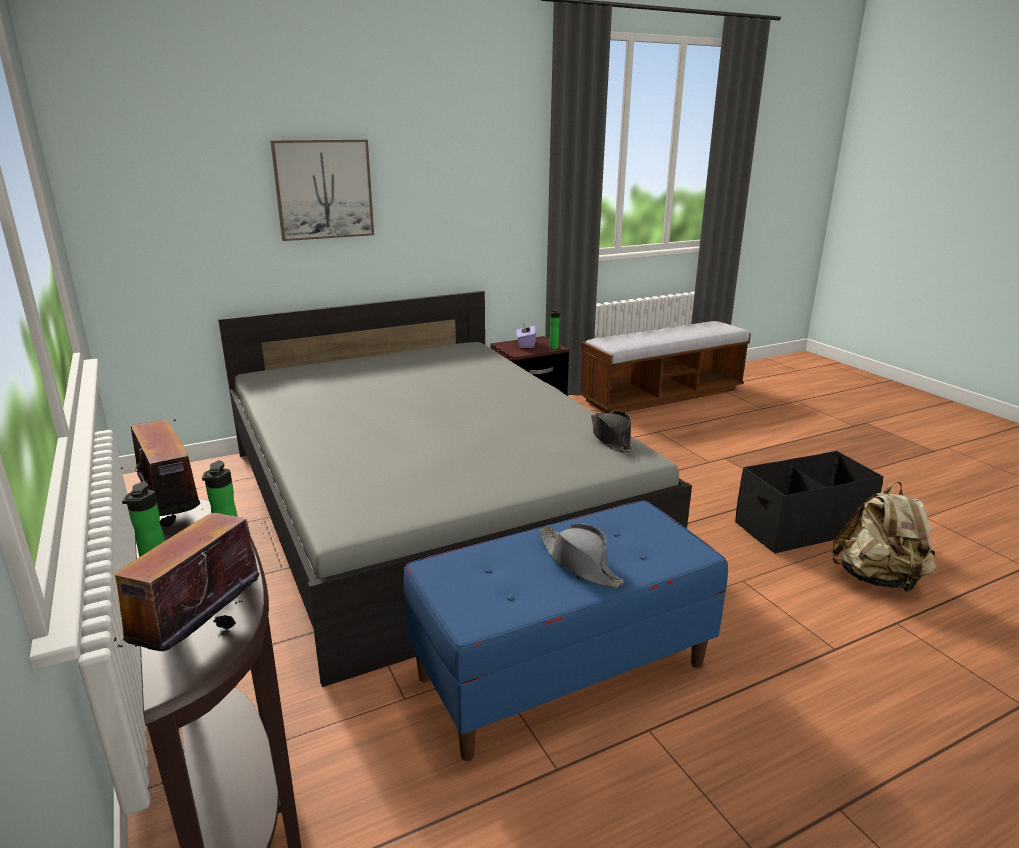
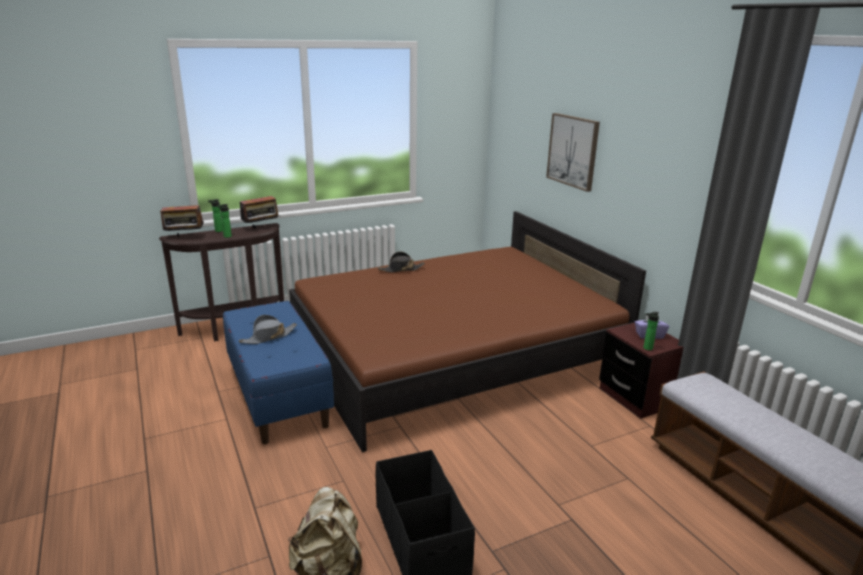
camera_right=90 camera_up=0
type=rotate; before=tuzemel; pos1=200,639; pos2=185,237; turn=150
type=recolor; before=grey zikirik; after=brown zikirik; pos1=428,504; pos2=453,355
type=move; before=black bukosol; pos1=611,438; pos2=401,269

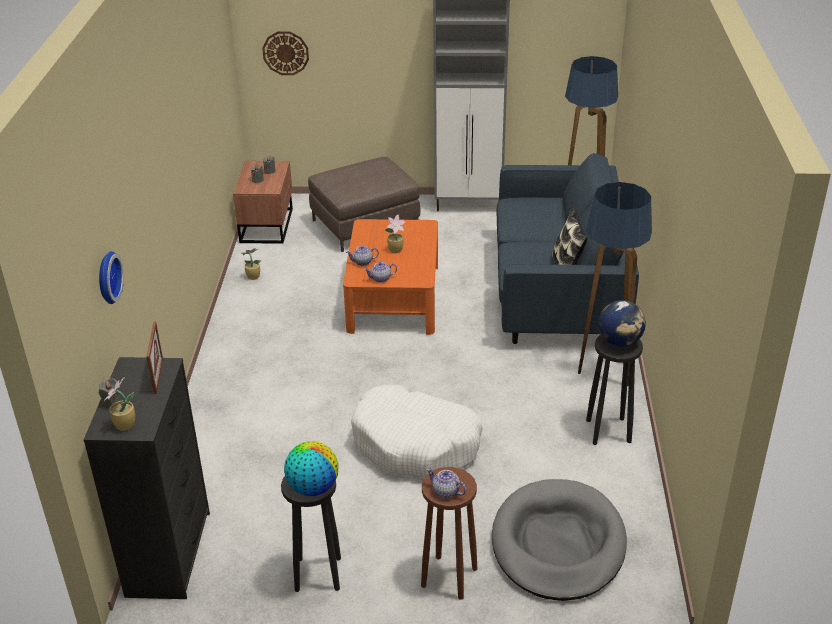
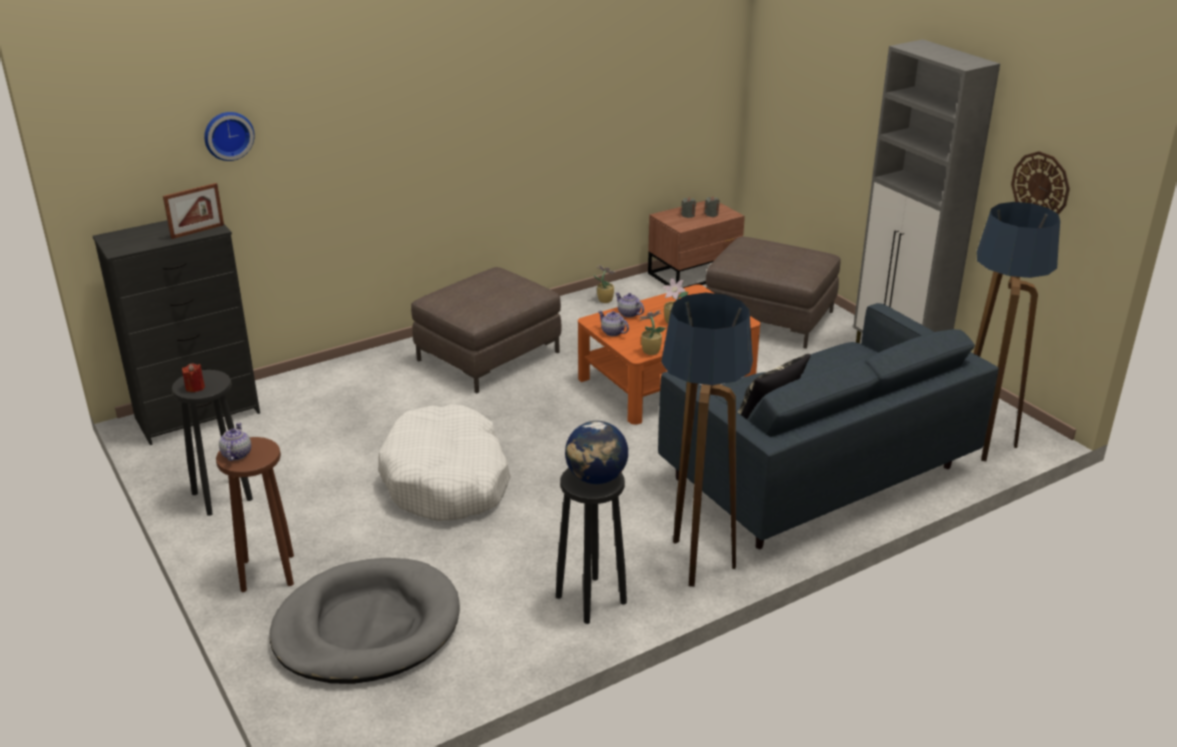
camera_right=55 camera_up=-5
type=delete; before=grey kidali; pos1=112,402
type=move; before=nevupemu; pos1=124,425; pos2=650,351
type=move; before=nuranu; pos1=285,53; pos2=1040,186
type=replace; before=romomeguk; after=red kidali; pos1=313,487; pos2=195,387
type=insert; after=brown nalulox; pos2=488,356

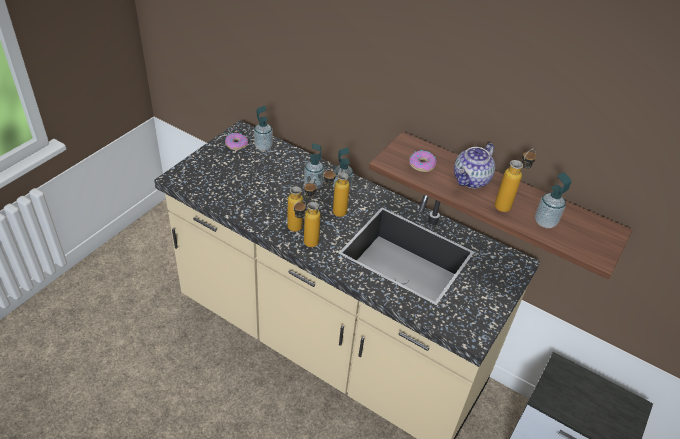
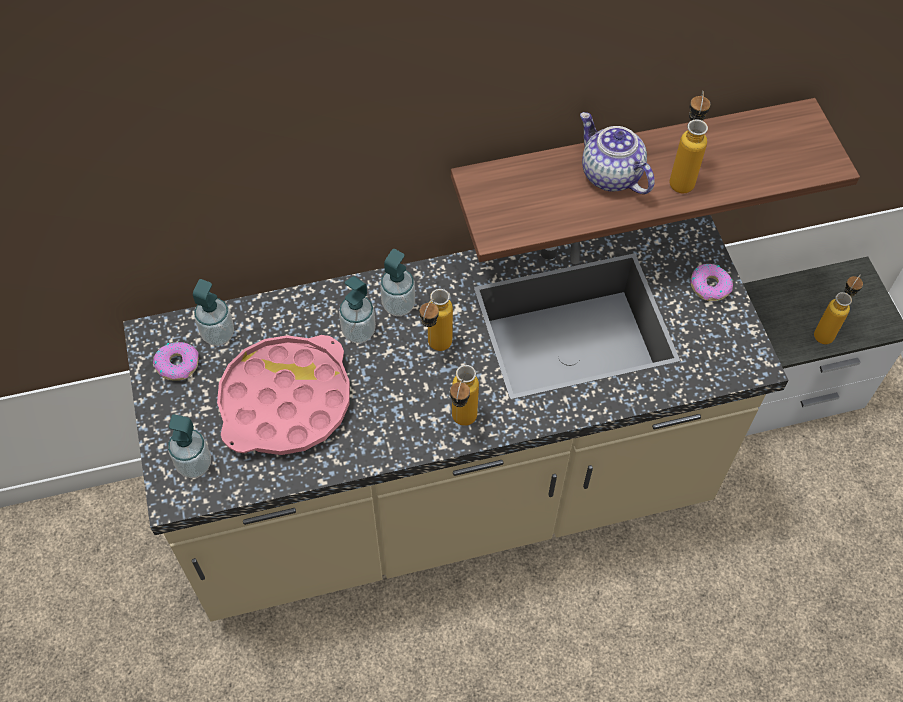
camera_right=-45 camera_up=15
type=move; before=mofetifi; pos1=301,227; pos2=827,331
type=move; before=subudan; pos1=422,165; pos2=709,286
type=rotate; before=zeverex; pos1=471,180; pos2=610,175; turn=150
type=move; before=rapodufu; pos1=545,222; pos2=194,464
type=insert; after=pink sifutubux; pos2=285,401

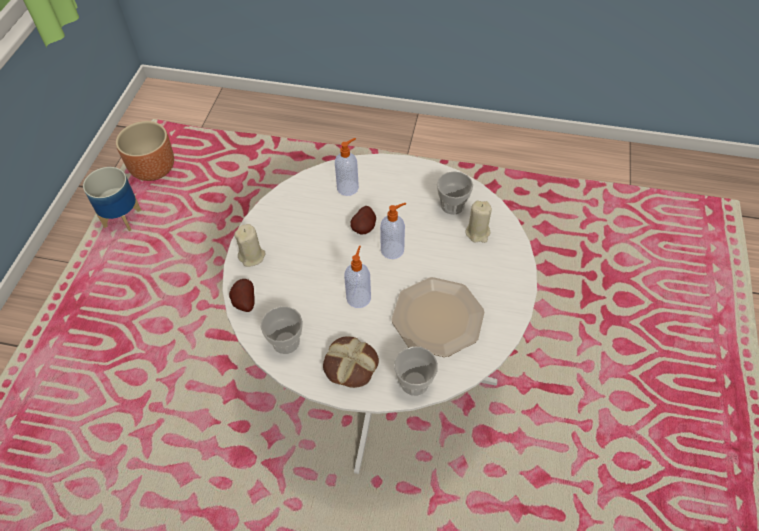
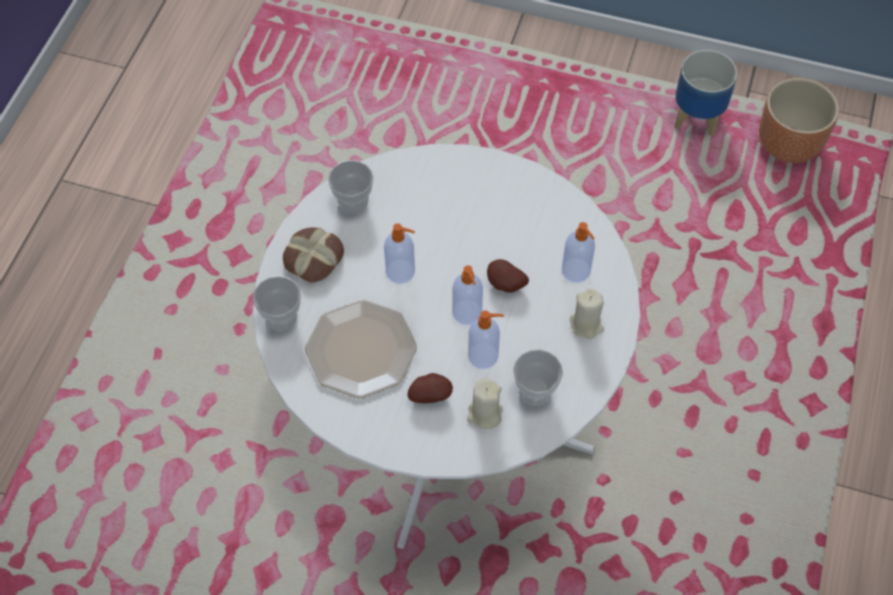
camera_right=95 camera_up=5
type=move; before=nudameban; pos1=243,302; pos2=430,394
type=move; before=beige kidali; pos1=252,256; pos2=586,325
type=insert; after=rapodufu; pos2=484,356

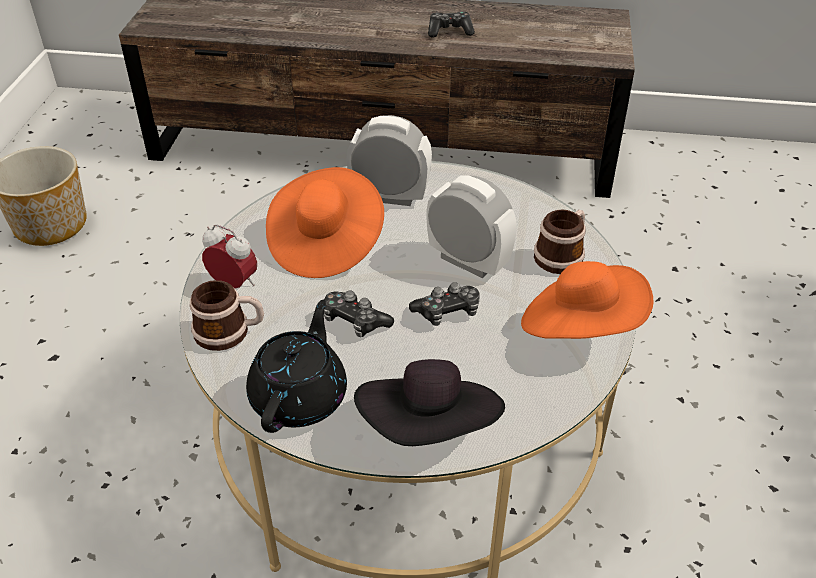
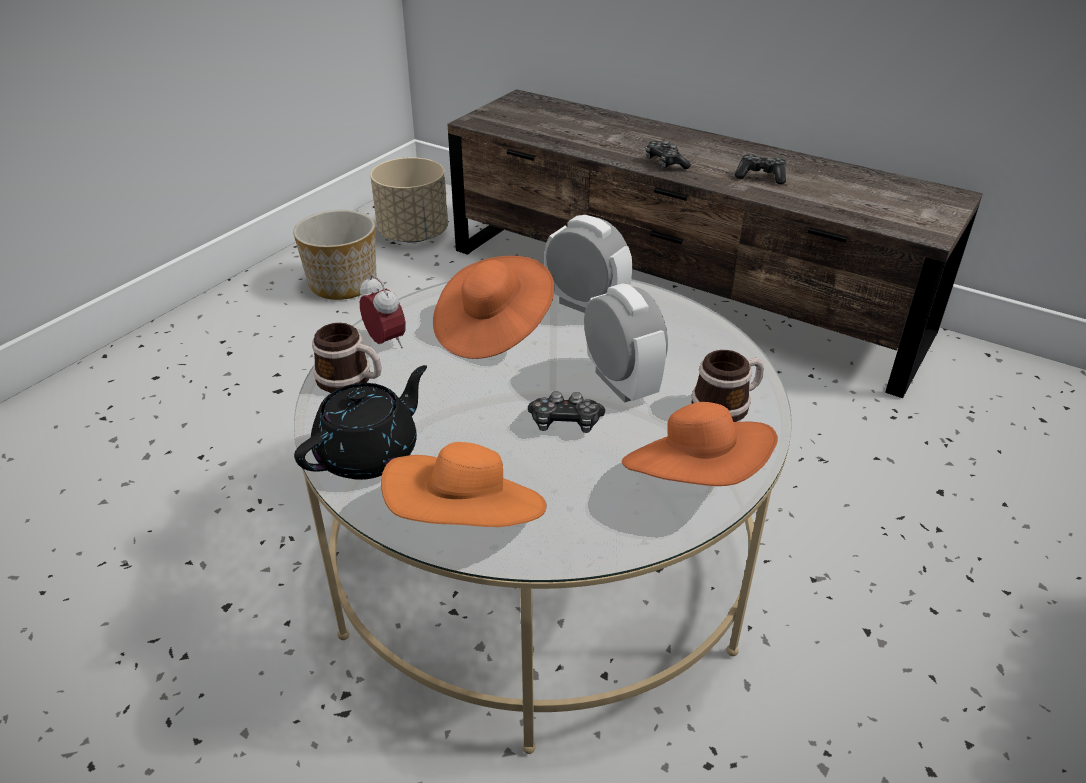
camera_right=25 camera_up=-5
type=move; before=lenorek; pos1=355,321; pos2=665,163
type=recolor; before=black bukosol; after=orange bukosol; pos1=430,428; pos2=467,522
type=insert; after=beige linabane; pos2=414,235

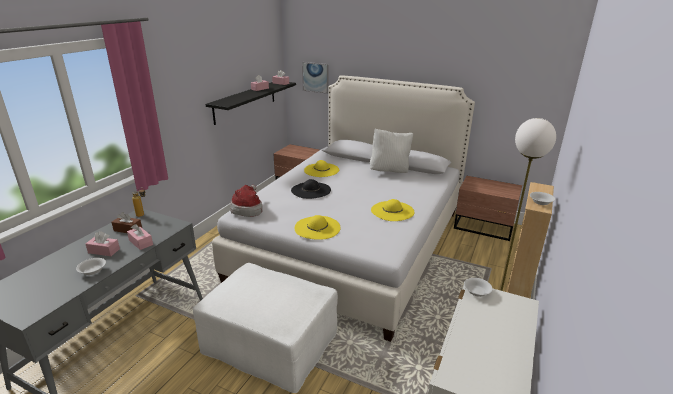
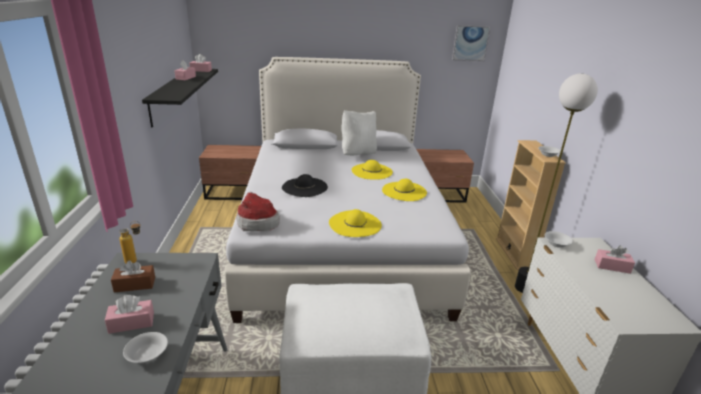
camera_right=-30 camera_up=0
type=move; before=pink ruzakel; pos1=141,242; pos2=612,266
type=move; before=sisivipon; pos1=315,77; pos2=470,43
type=move; before=yellow bukosol; pos1=321,170; pos2=372,171

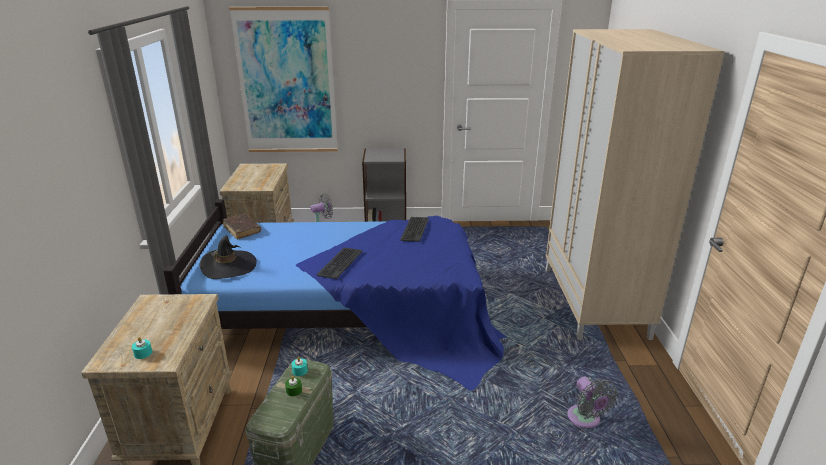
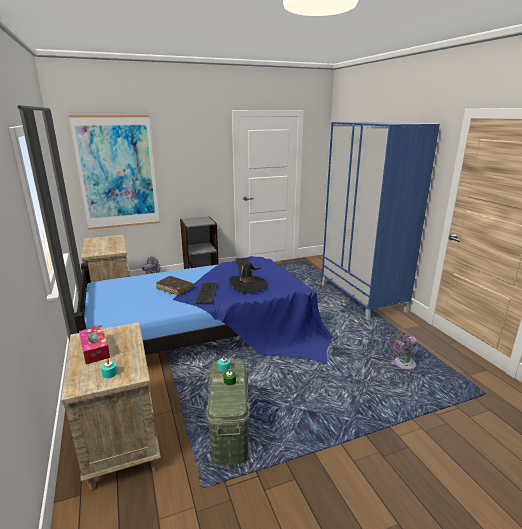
camera_right=-20 camera_up=-5
type=move; before=black bukosol; pos1=229,266; pos2=248,285
type=move; before=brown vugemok; pos1=242,230; pos2=174,288
type=recolor; before=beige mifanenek; after=blue mifanenek; pos1=594,302; pos2=362,298
type=rotate; before=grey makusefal; pos1=585,420; pos2=402,364; turn=105
type=insert; after=ruzakel; pos2=95,350

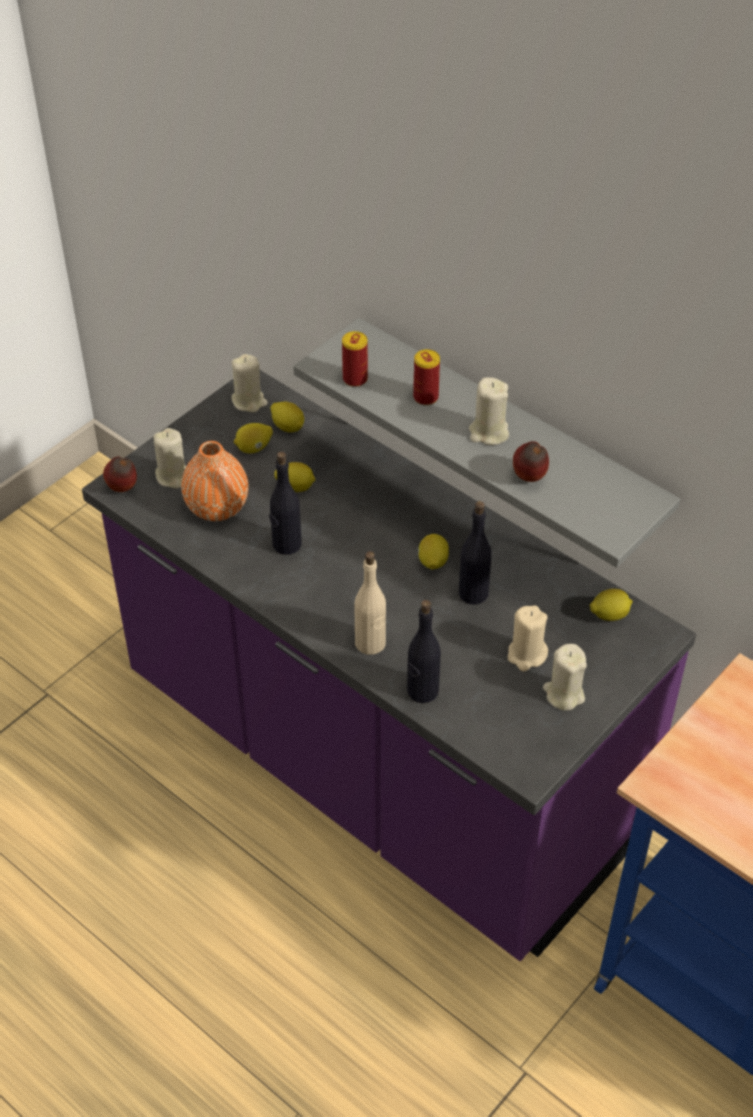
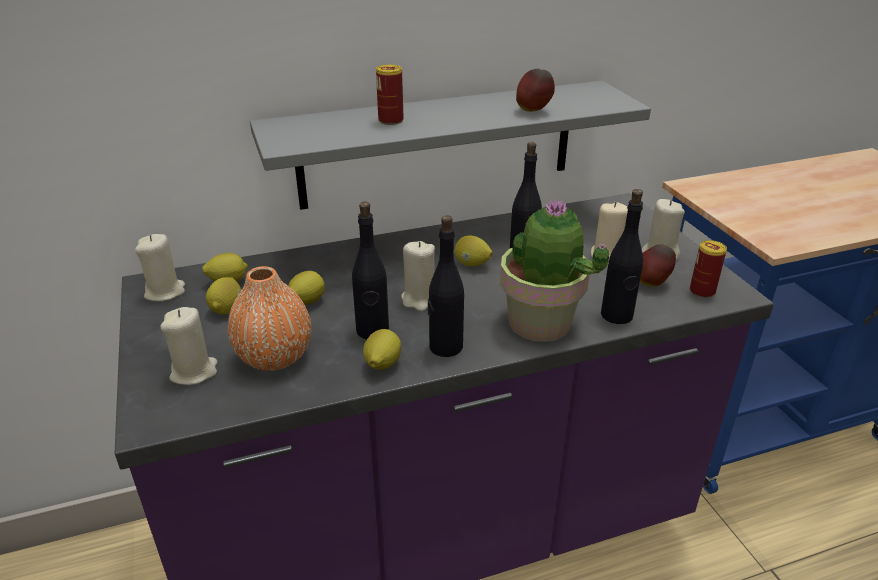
camera_right=-60 camera_up=-15
type=move; before=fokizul; pos1=123,489; pos2=652,284
type=move; before=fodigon; pos1=355,379; pos2=702,291
type=replace; before=beige mofetifi; after=nevupemu; pos1=370,643; pos2=540,324
type=move; before=beige kidali; pos1=488,432; pos2=420,299
type=move; before=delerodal; pos1=609,615; pos2=382,364
type=insert; after=black mofetifi; pos2=445,347

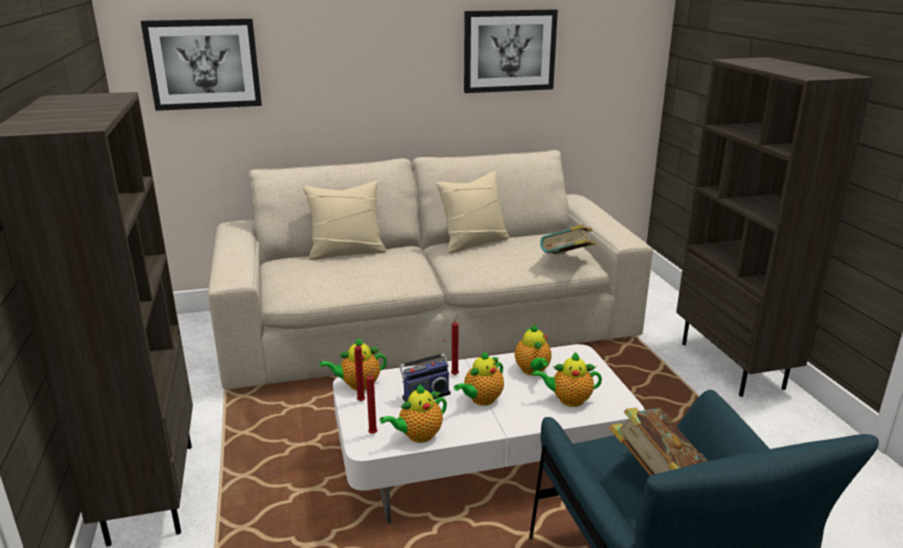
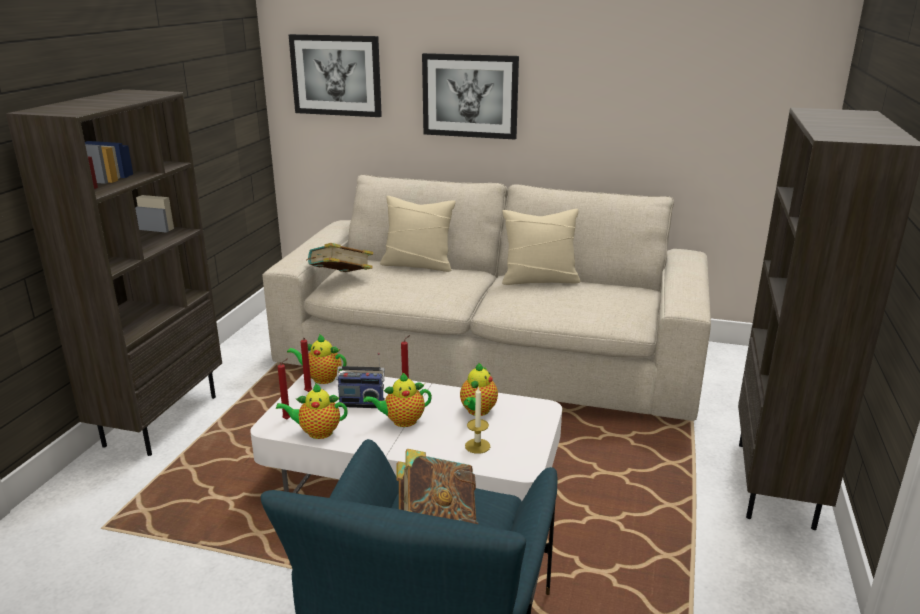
camera_right=30 camera_up=0
type=move; before=sisivipon; pos1=509,51; pos2=470,96
type=replace; before=zeverex; after=kidali; pos1=568,400; pos2=477,446
type=move; before=vugemok; pos1=566,261; pos2=340,279

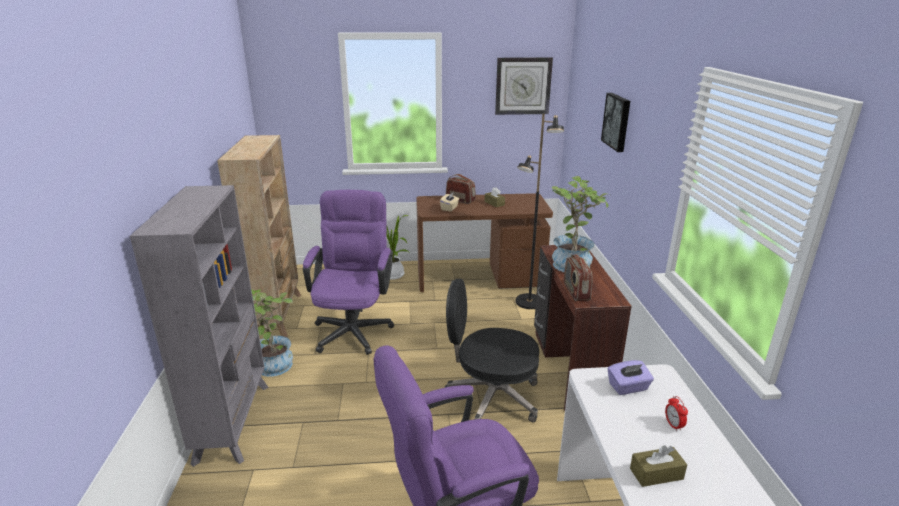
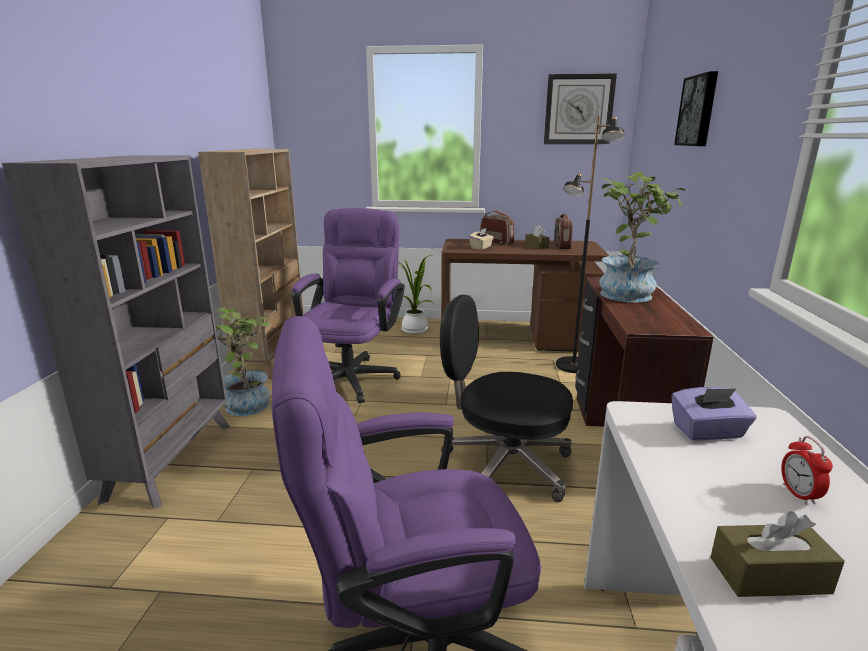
camera_right=10 camera_up=-5
type=move; before=tuzemel; pos1=575,292; pos2=561,246

